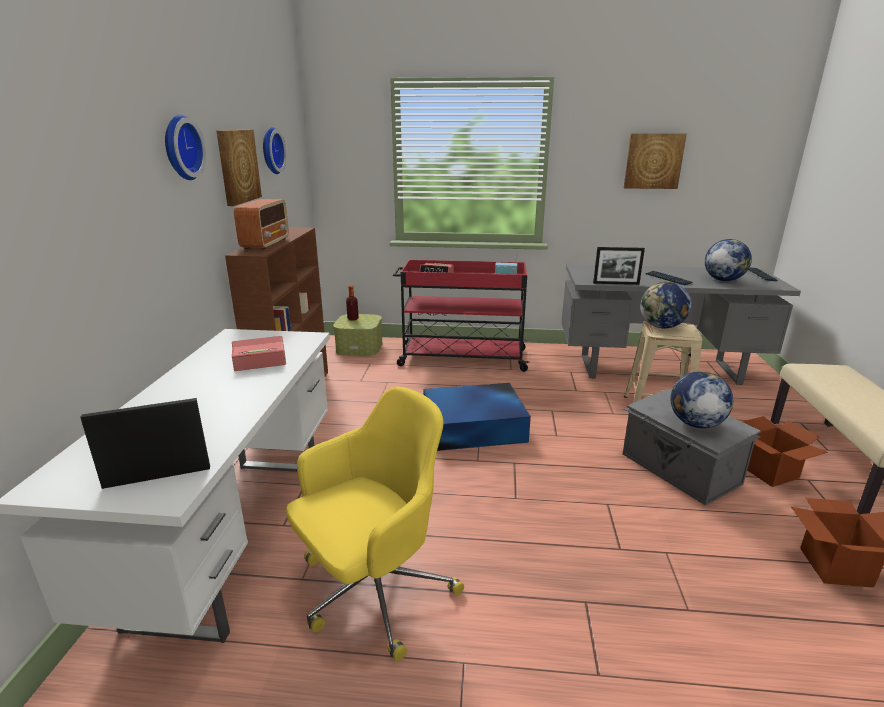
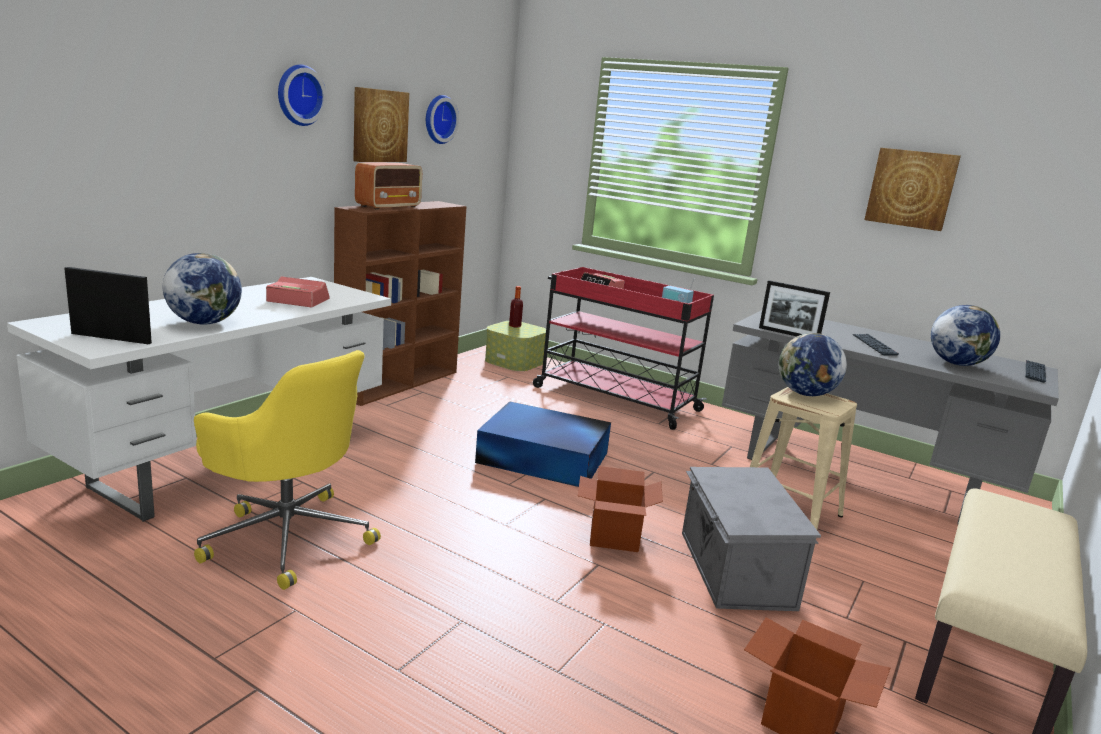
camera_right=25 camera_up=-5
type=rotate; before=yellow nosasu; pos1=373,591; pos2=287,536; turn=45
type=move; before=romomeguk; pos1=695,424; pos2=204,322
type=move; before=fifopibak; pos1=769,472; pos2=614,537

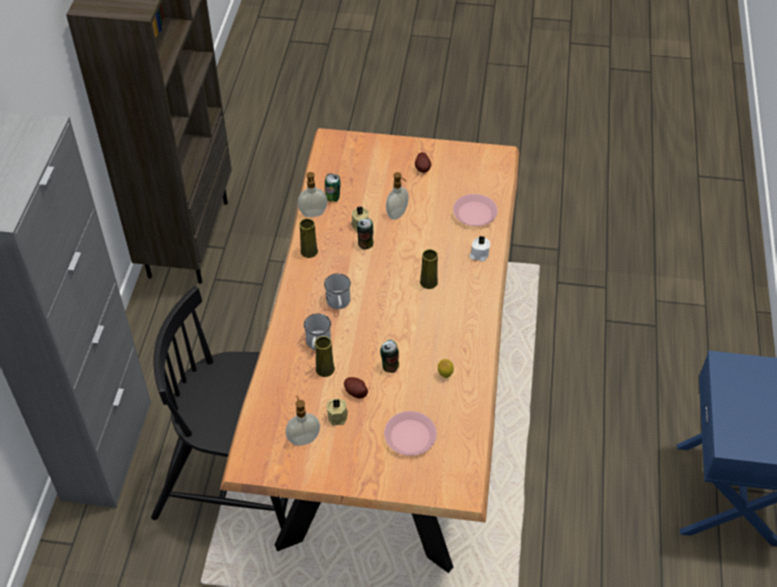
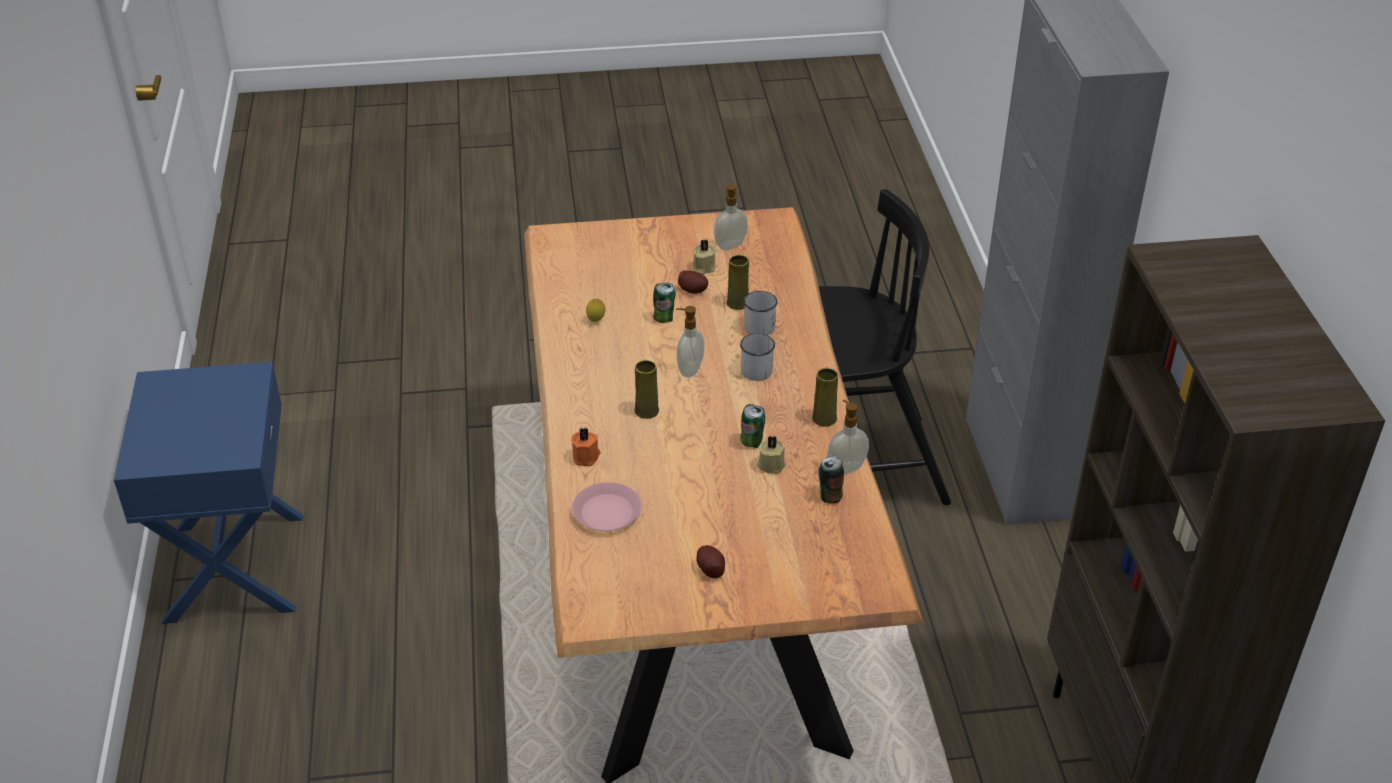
camera_right=165 camera_up=-10
type=delete; before=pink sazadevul; pos1=410,437
type=move; before=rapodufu; pos1=397,214; pos2=689,369
type=recolor; before=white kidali; after=orange kidali; pos1=479,254; pos2=587,457

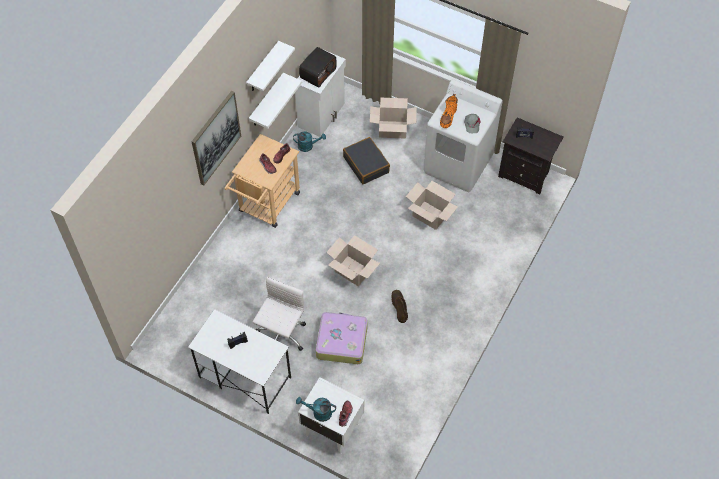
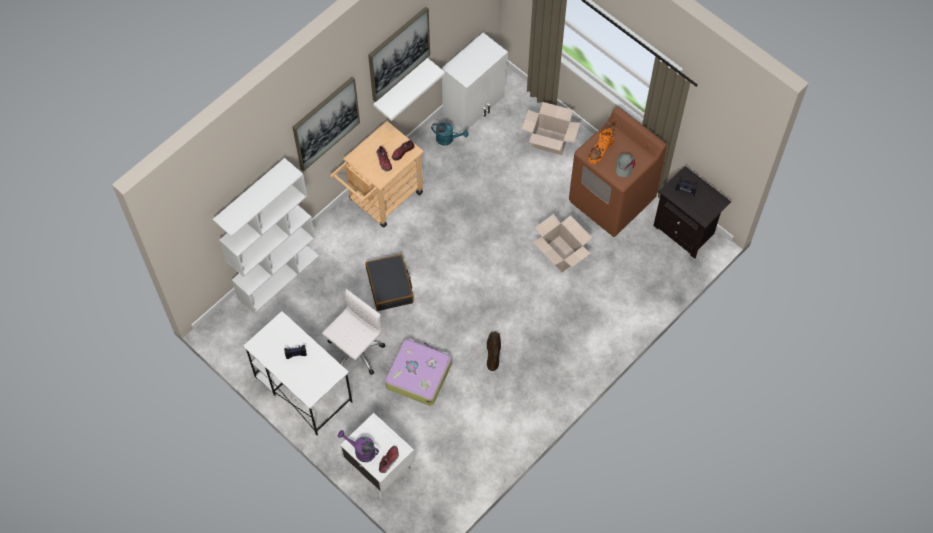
camera_right=15 camera_up=5
type=replace; before=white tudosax; after=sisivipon; pos1=263,68; pos2=398,53
type=recolor; before=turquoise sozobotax; after=purple sozobotax; pos1=318,412; pos2=361,451
type=delete; before=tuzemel; pos1=317,73
type=delete; before=fifopibak; pos1=352,271
type=move; before=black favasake; pos1=366,165; pos2=390,286
type=recolor; before=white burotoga; after=brown burotoga; pos1=458,164; pos2=612,200
type=insert; after=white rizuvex; pos2=278,276

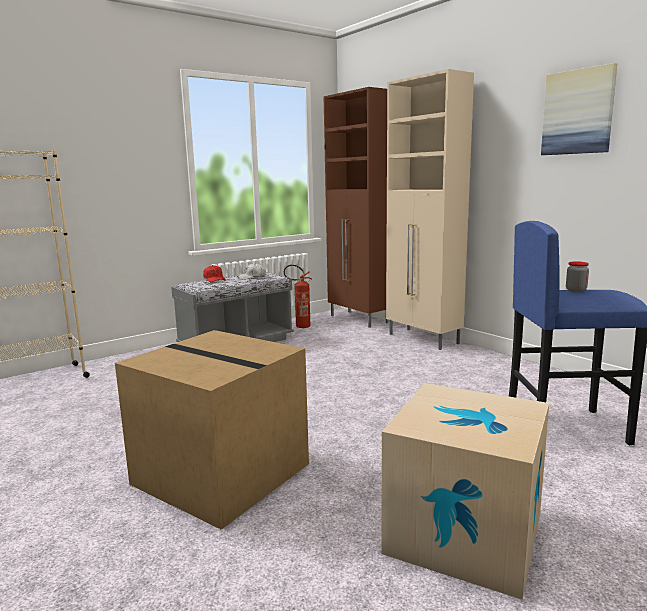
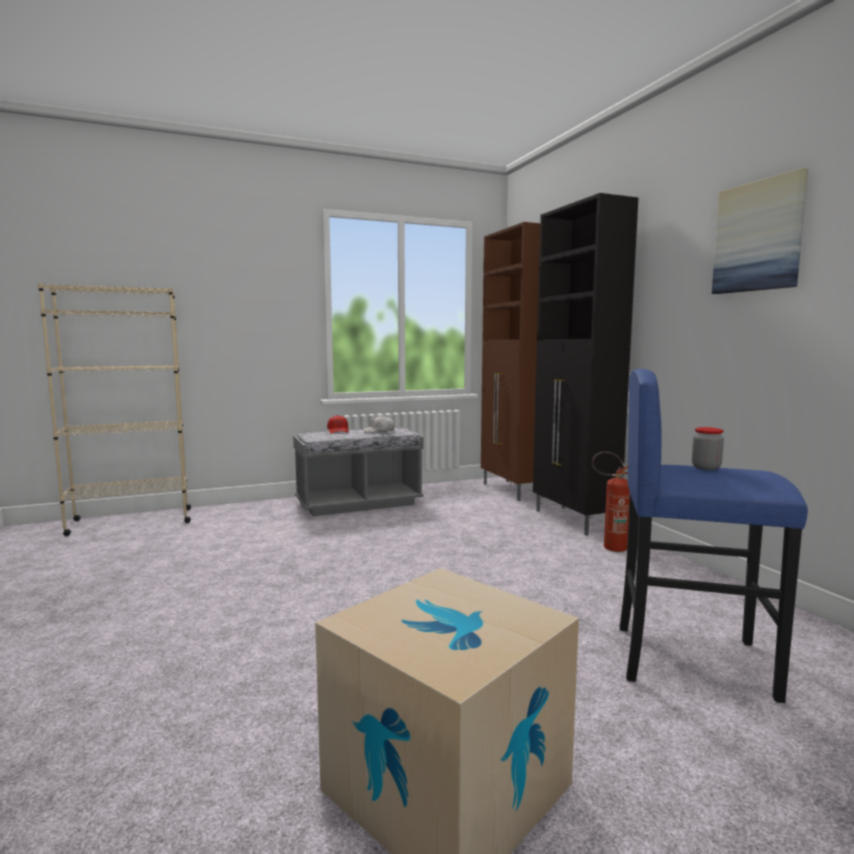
camera_right=15 camera_up=-5
type=delete; before=fifopibak; pos1=218,474
type=move; before=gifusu; pos1=299,326; pos2=609,548
type=recolor; before=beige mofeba; after=black mofeba; pos1=423,339; pos2=574,521

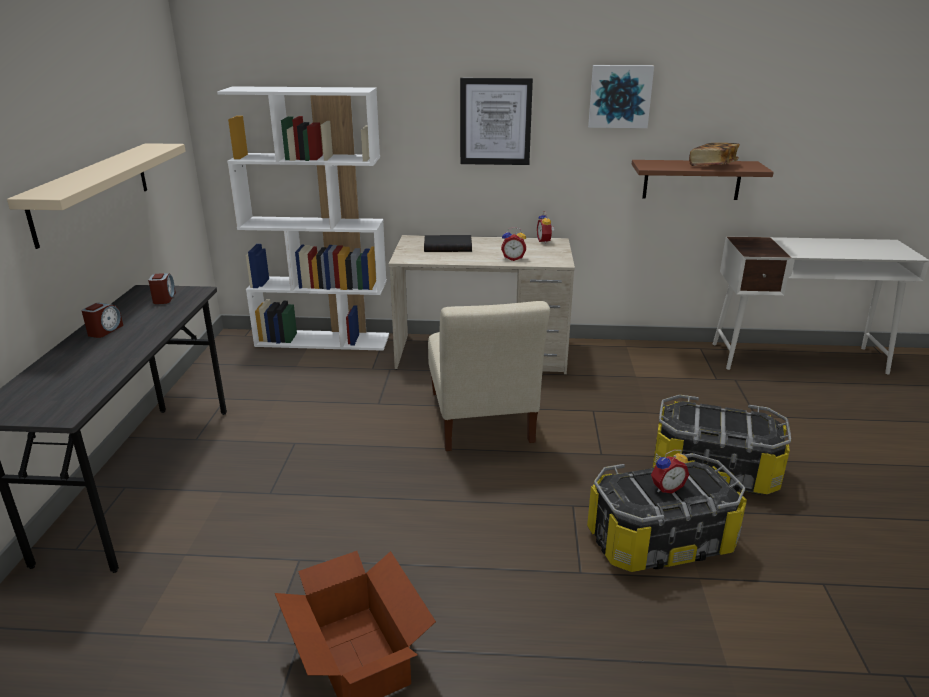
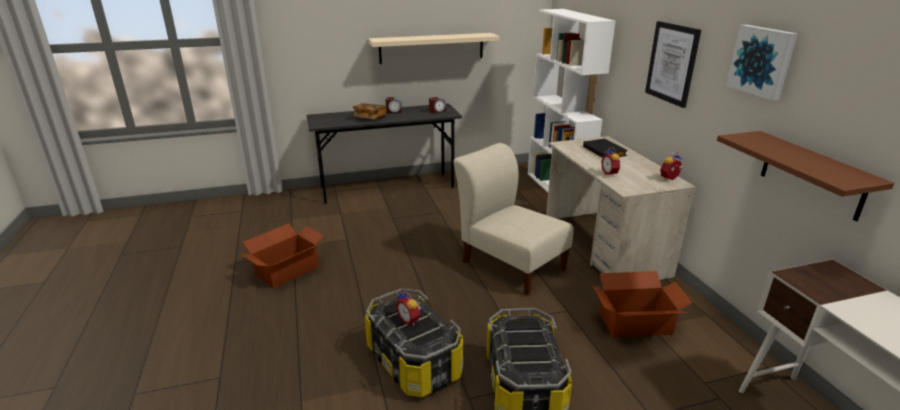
camera_right=70 camera_up=0
type=rotate; before=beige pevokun; pos1=480,420; pos2=510,263; turn=75
type=move; before=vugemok; pos1=712,166; pos2=370,118
type=insert; after=fifopibak; pos2=634,323

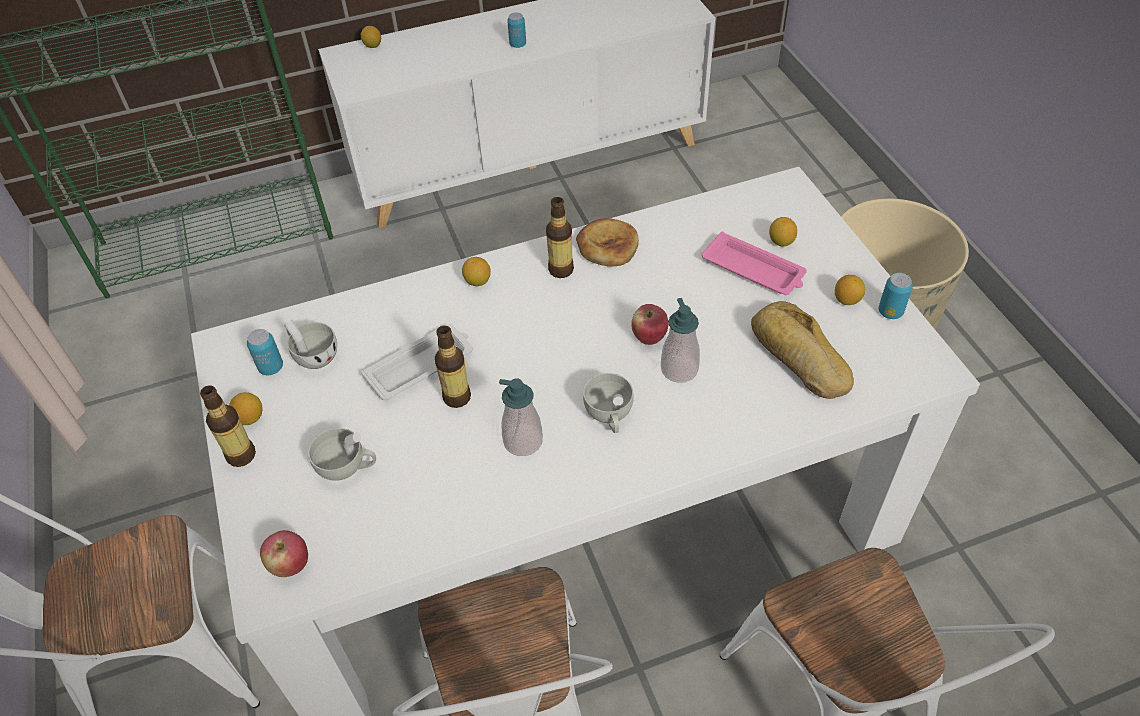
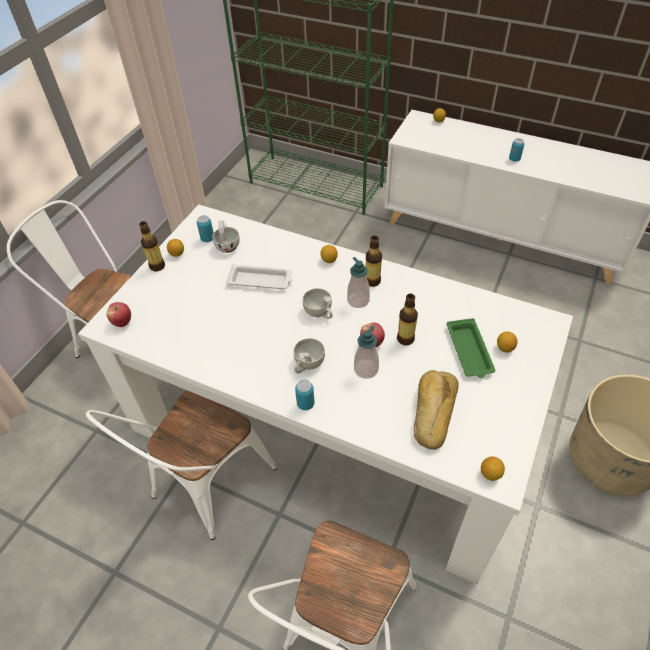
camera_right=45 camera_up=0
type=move; before=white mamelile; pos1=347,467; pos2=320,312
type=move; before=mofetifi; pos1=457,397; pos2=405,339
type=move; before=rapodufu; pos1=523,441; pos2=358,300
type=delete; before=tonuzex; pos1=607,246
type=recolor; before=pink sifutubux; after=green sifutubux; pos1=754,270; pos2=469,351
type=move; before=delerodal; pos1=847,300; pos2=490,474
type=move; before=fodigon; pos1=890,312; pos2=305,404

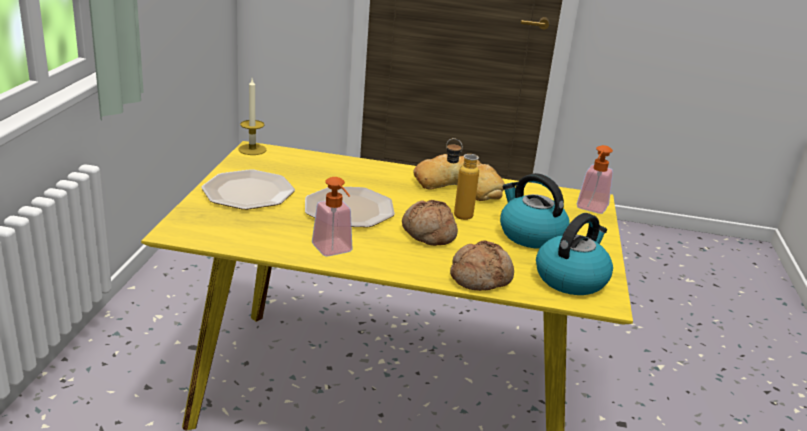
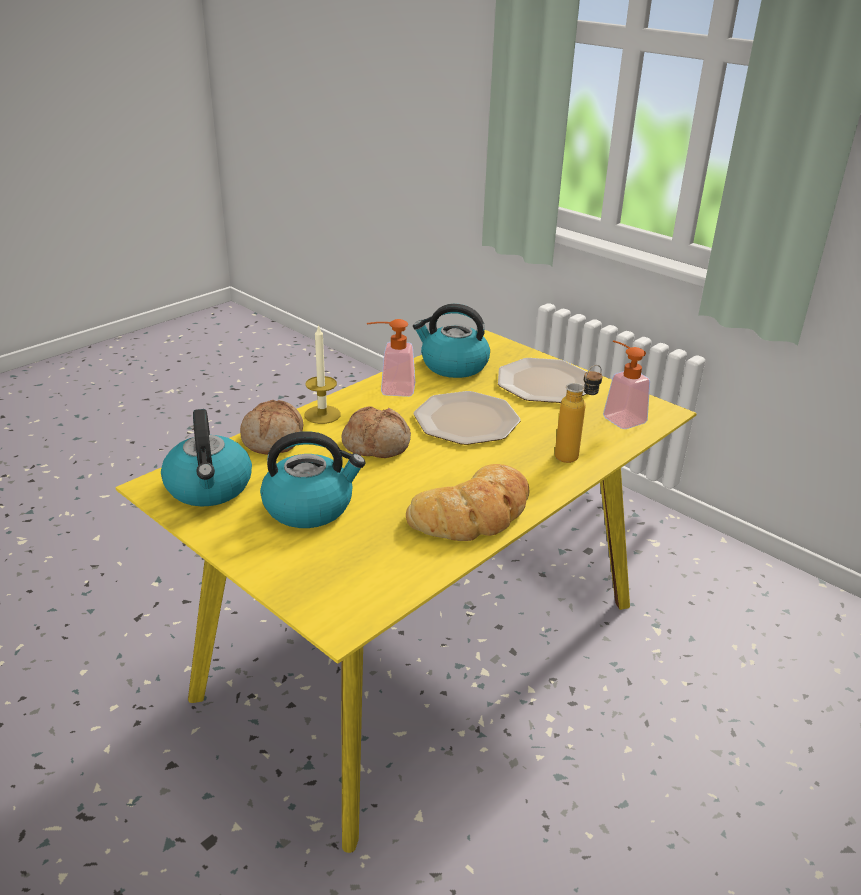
camera_right=125 camera_up=5
type=move; before=kidali; pos1=252,149; pos2=322,414
type=move; before=mofetifi; pos1=455,214; pos2=574,454
type=move; before=rapodufu; pos1=590,209; pos2=619,417
type=insert; after=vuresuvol; pos2=453,365

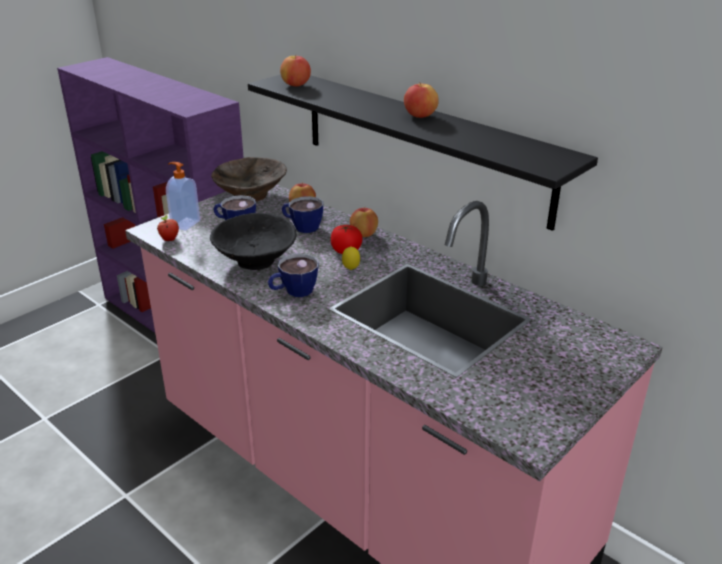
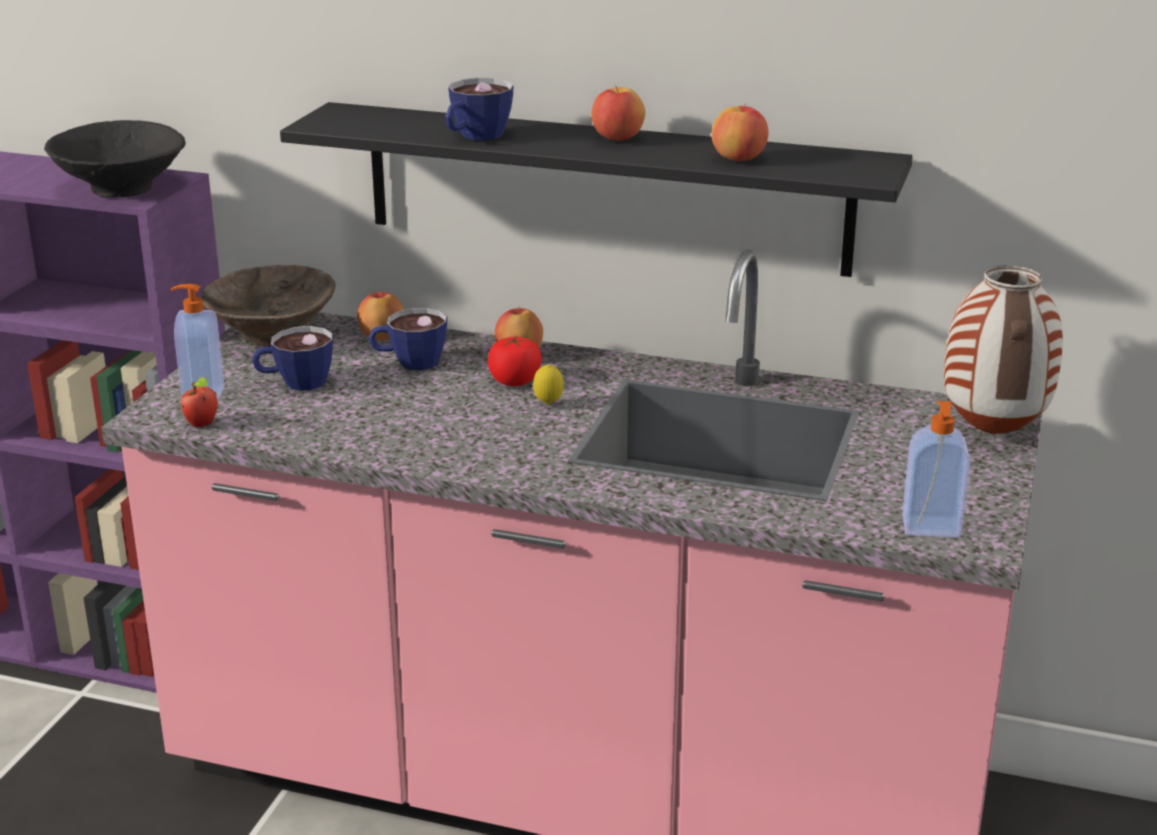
camera_right=-25 camera_up=-5
type=move; before=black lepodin; pos1=255,260; pos2=120,188
type=move; before=mamelile; pos1=293,292; pos2=475,137
type=move; before=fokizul; pos1=296,85; pos2=739,159
type=insert; after=rapodufu; pos2=931,528
type=insert; after=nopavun; pos2=990,433

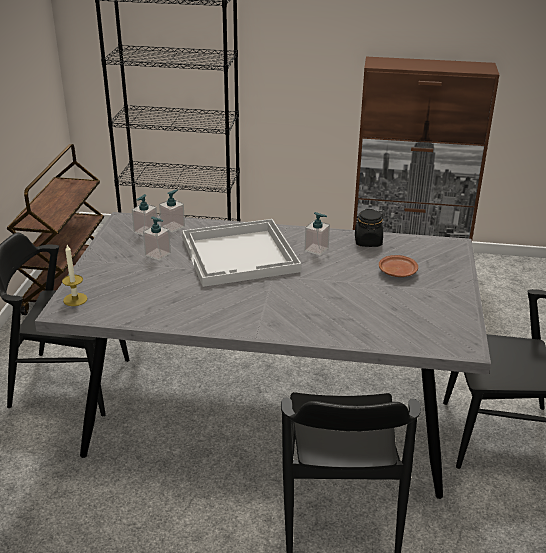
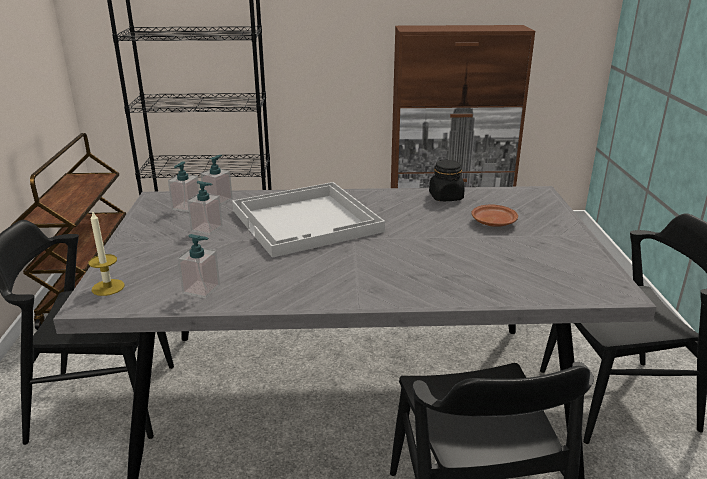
camera_right=-10 camera_up=-5
type=move; before=rapodufu; pos1=316,249; pos2=201,289

